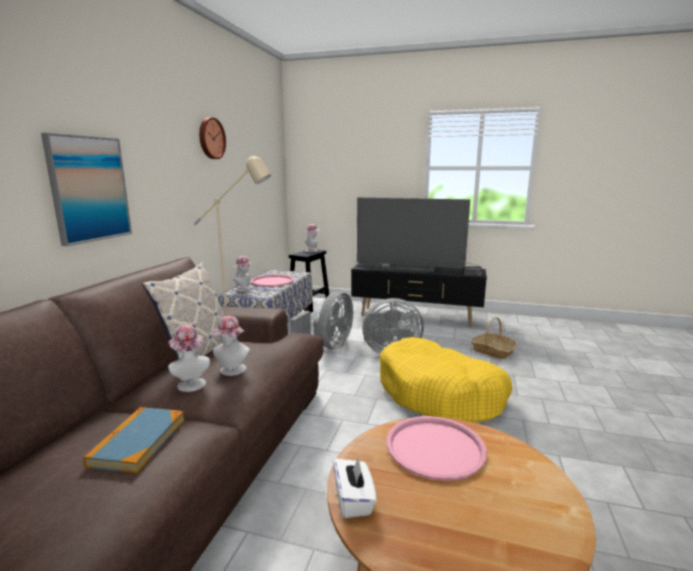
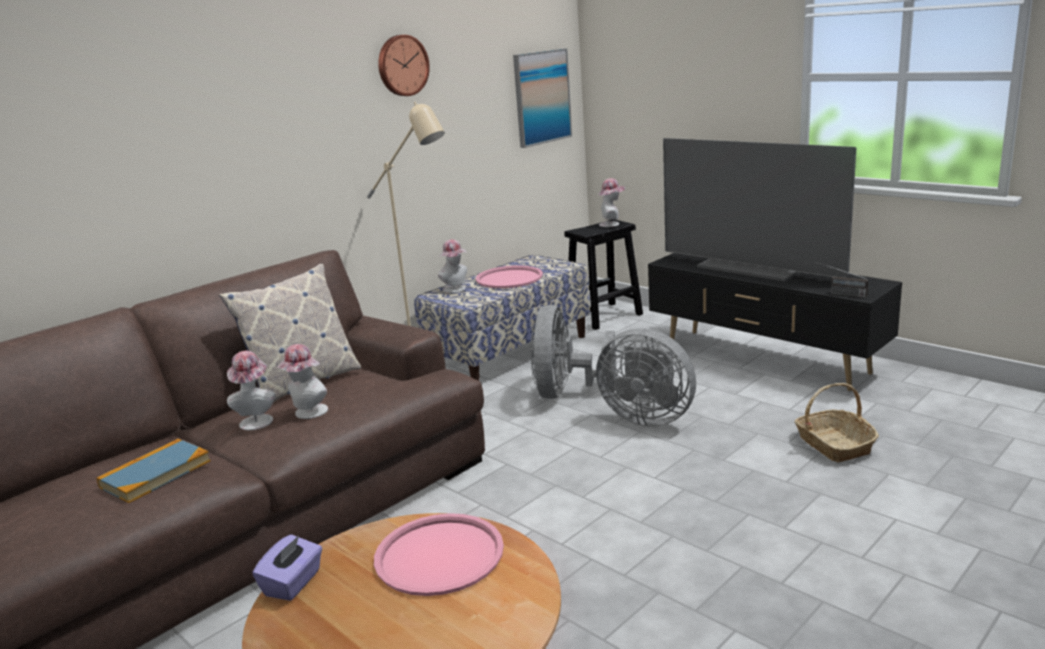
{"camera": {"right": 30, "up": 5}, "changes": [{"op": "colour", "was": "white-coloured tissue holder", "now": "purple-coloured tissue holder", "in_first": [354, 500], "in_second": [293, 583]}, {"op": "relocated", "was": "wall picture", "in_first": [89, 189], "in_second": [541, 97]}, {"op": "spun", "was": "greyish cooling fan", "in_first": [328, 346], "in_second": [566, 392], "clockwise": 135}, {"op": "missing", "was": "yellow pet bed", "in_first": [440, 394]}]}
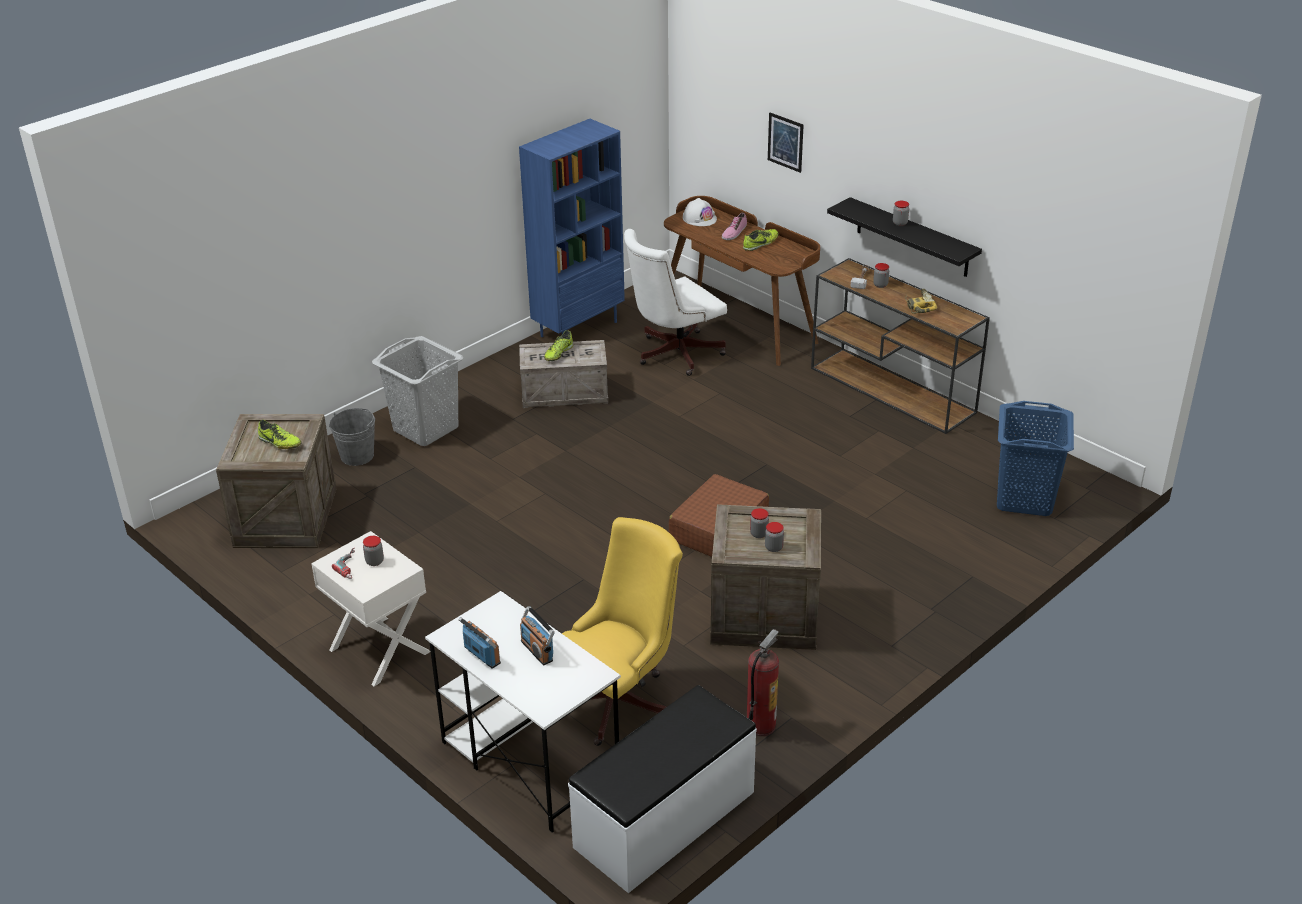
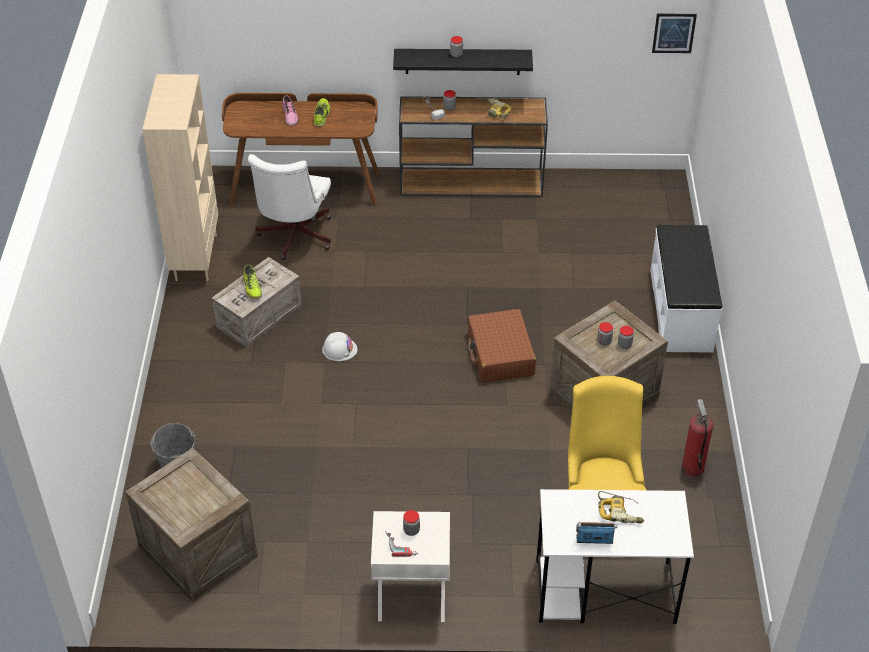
{"camera": {"right": -45, "up": 10}, "changes": [{"op": "colour", "was": "bluish bookcase", "now": "beige bookcase", "in_first": [578, 328], "in_second": [195, 257]}, {"op": "relocated", "was": "white-coloured hard hat", "in_first": [699, 218], "in_second": [339, 349]}, {"op": "exchanged", "was": "radio set", "now": "power drill", "in_first": [537, 650], "in_second": [620, 511]}, {"op": "relocated", "was": "white-coloured long seat", "in_first": [666, 820], "in_second": [681, 310]}, {"op": "relocated", "was": "wall picture", "in_first": [785, 142], "in_second": [674, 33]}, {"op": "missing", "was": "shoe", "in_first": [280, 443]}, {"op": "missing", "was": "greyish washing basket", "in_first": [425, 428]}, {"op": "missing", "was": "bluish washing basket", "in_first": [1023, 499]}]}
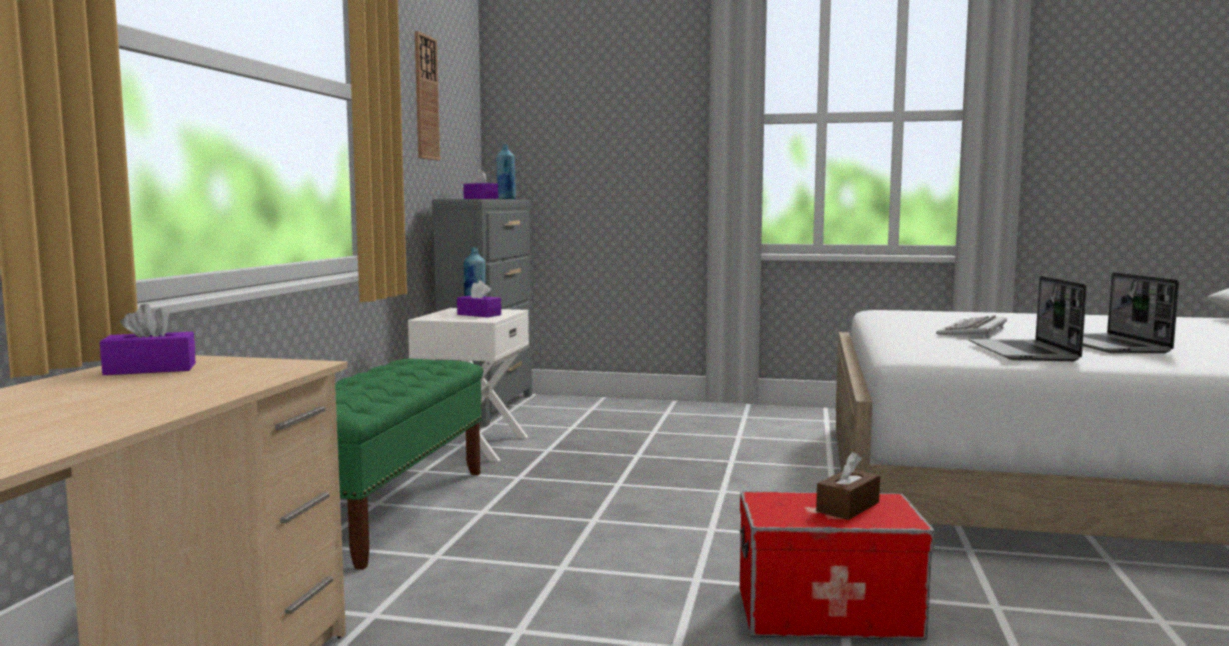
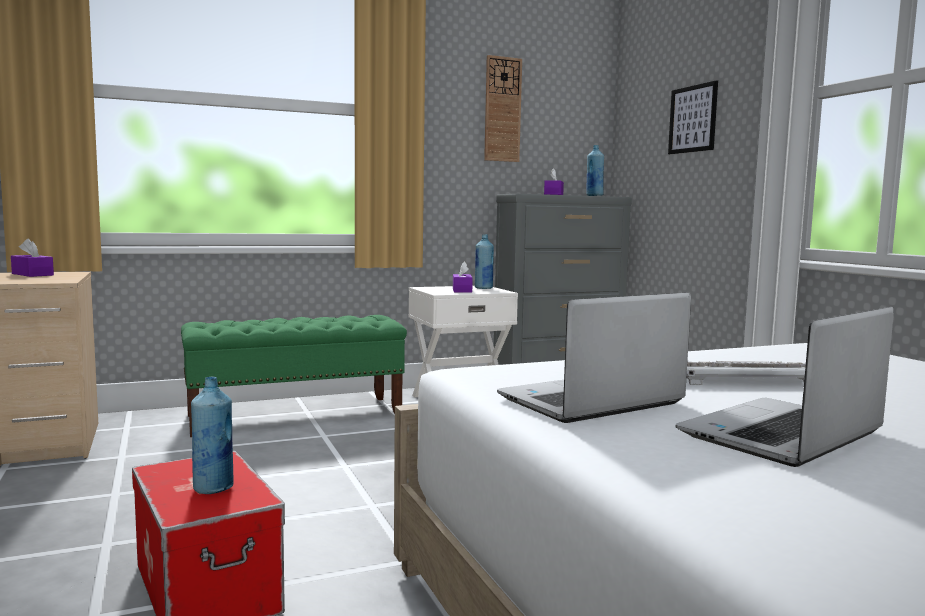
{"camera": {"right": 55, "up": 0}, "changes": [{"op": "exchanged", "was": "brown tissue holder", "now": "bluish beverage bottle", "in_first": [848, 507], "in_second": [213, 488]}, {"op": "appeared", "now": "wall picture", "in_second": [692, 119]}]}
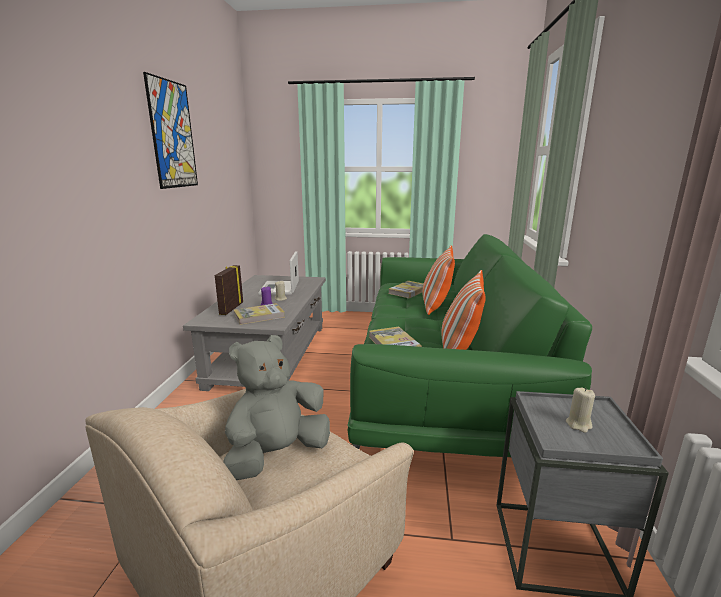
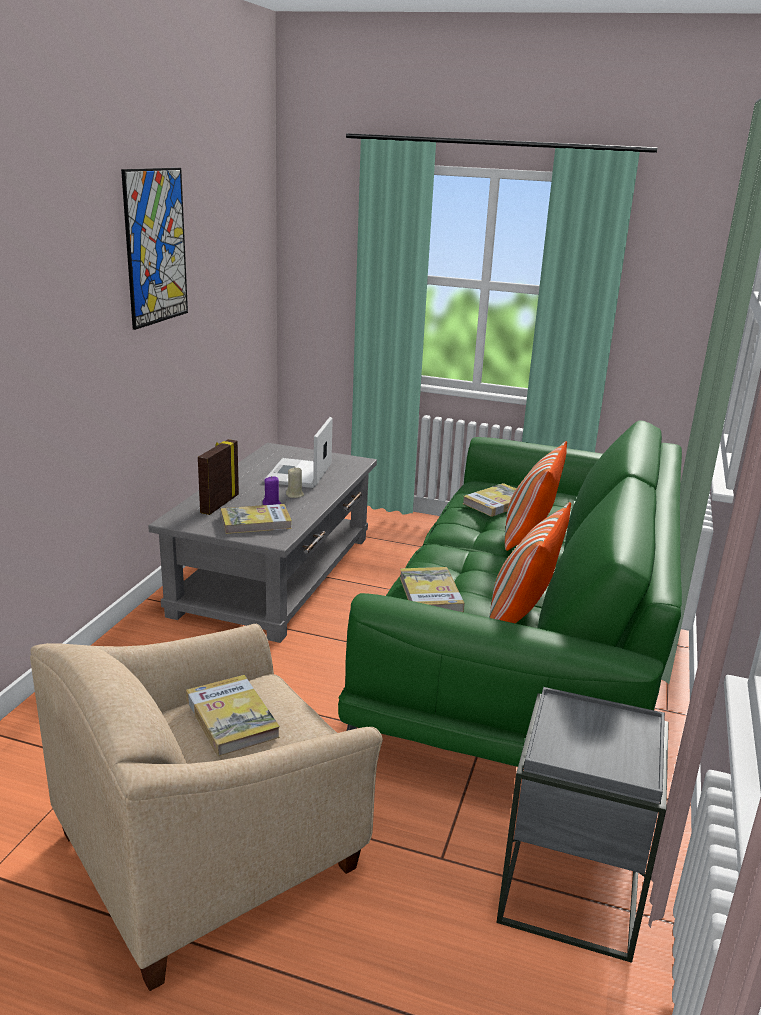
{"camera": {"right": 10, "up": 5}, "changes": [{"op": "exchanged", "was": "greyish cuddly toy", "now": "volume", "in_first": [277, 454], "in_second": [231, 718]}, {"op": "missing", "was": "beige wax light", "in_first": [578, 424]}]}
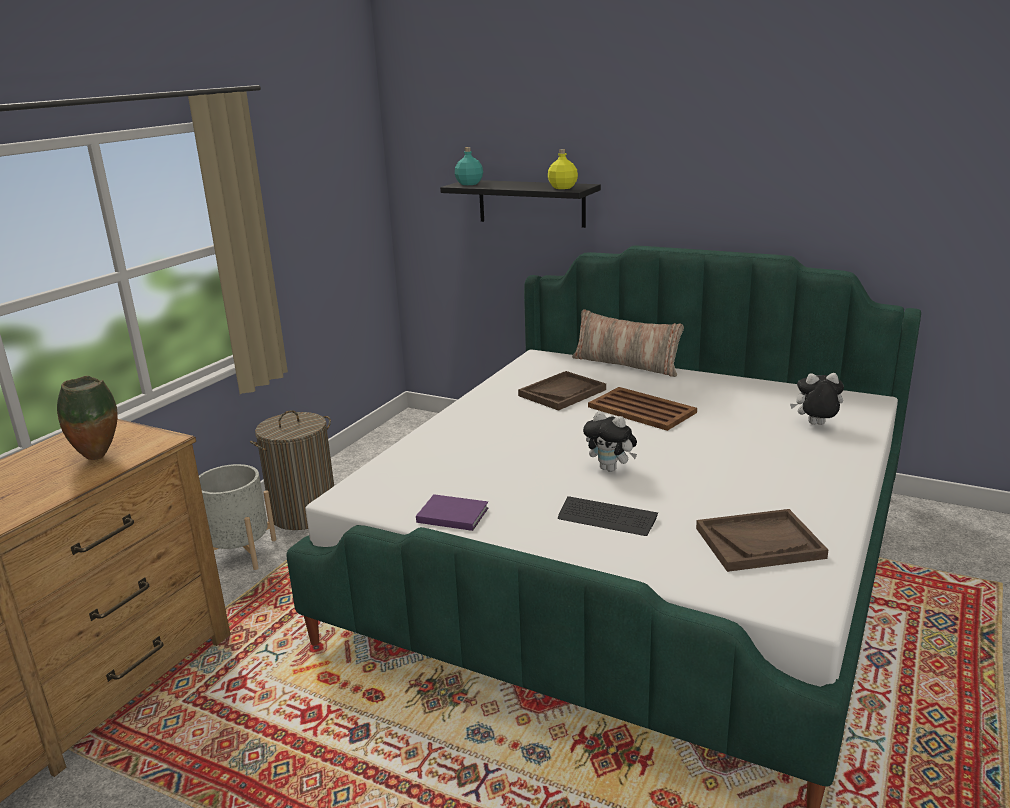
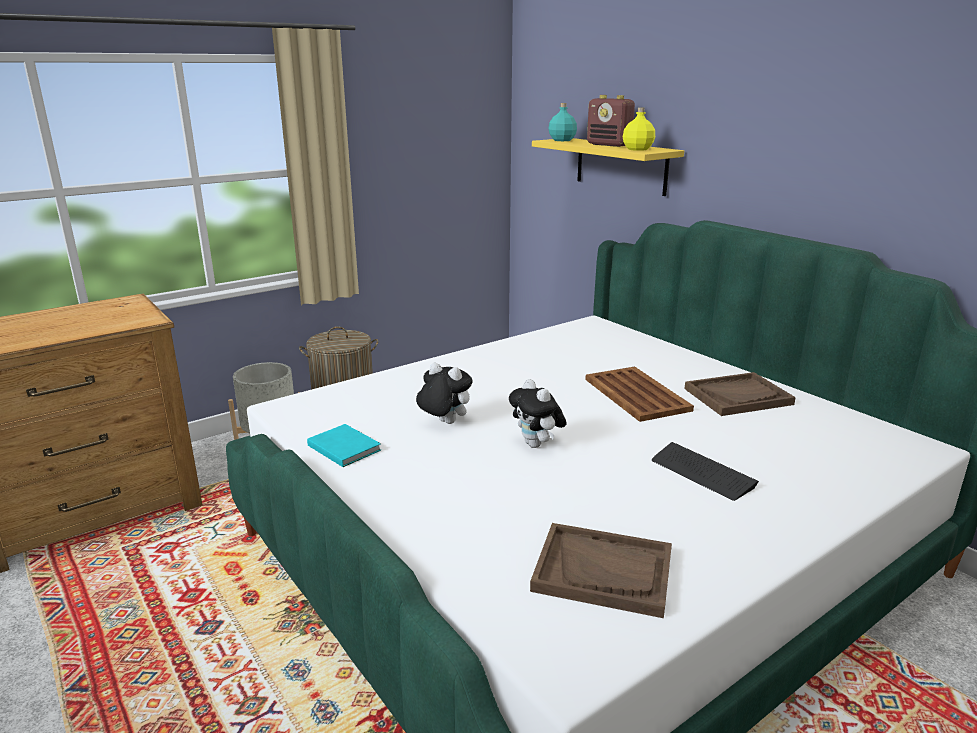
{"camera": {"right": 25, "up": 0}, "changes": [{"op": "colour", "was": "purple-coloured volume", "now": "turquoise volume", "in_first": [451, 514], "in_second": [344, 447]}, {"op": "relocated", "was": "cuddly toy", "in_first": [815, 425], "in_second": [444, 423]}, {"op": "colour", "was": "black-coloured bracket shelf", "now": "yellow bracket shelf", "in_first": [531, 203], "in_second": [621, 166]}, {"op": "appeared", "now": "radio set", "in_second": [609, 145]}, {"op": "relocated", "was": "keyboard", "in_first": [607, 518], "in_second": [702, 473]}, {"op": "relocated", "was": "brown carrying tray", "in_first": [562, 393], "in_second": [738, 396]}, {"op": "missing", "was": "flower vase", "in_first": [99, 457]}, {"op": "missing", "was": "cushion", "in_first": [626, 364]}]}
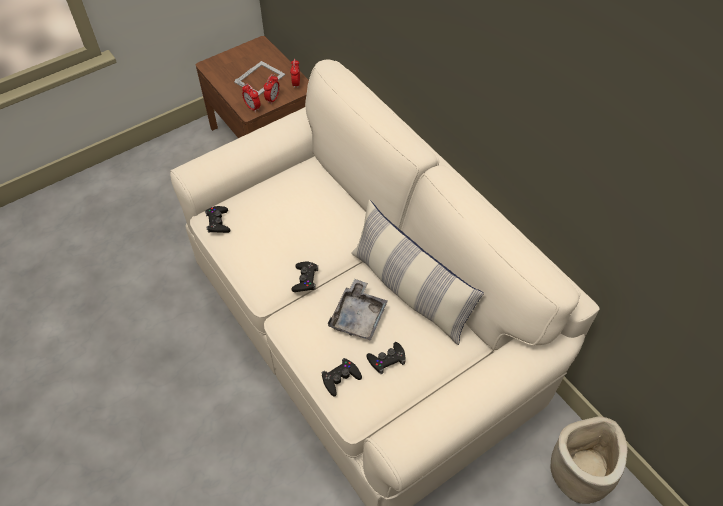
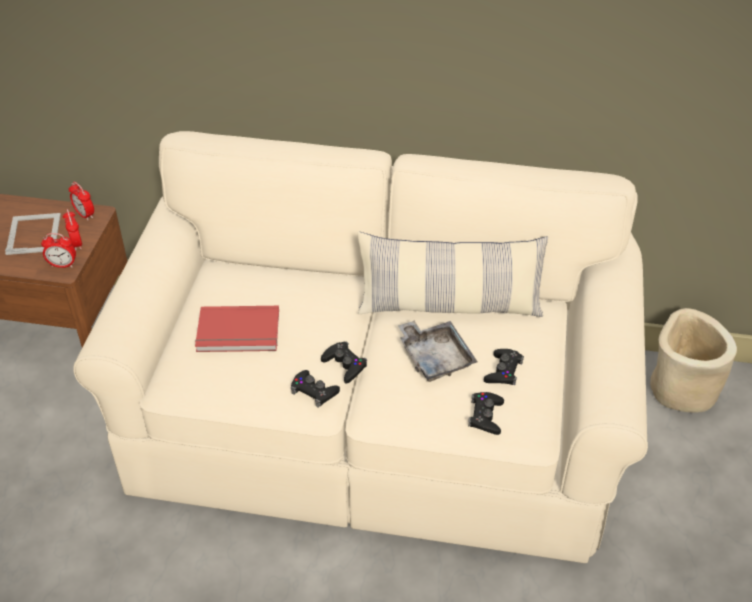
{"camera": {"right": -45, "up": -10}, "changes": [{"op": "appeared", "now": "red volume", "in_second": [238, 333]}, {"op": "relocated", "was": "black-coloured joypad", "in_first": [218, 222], "in_second": [314, 391]}]}
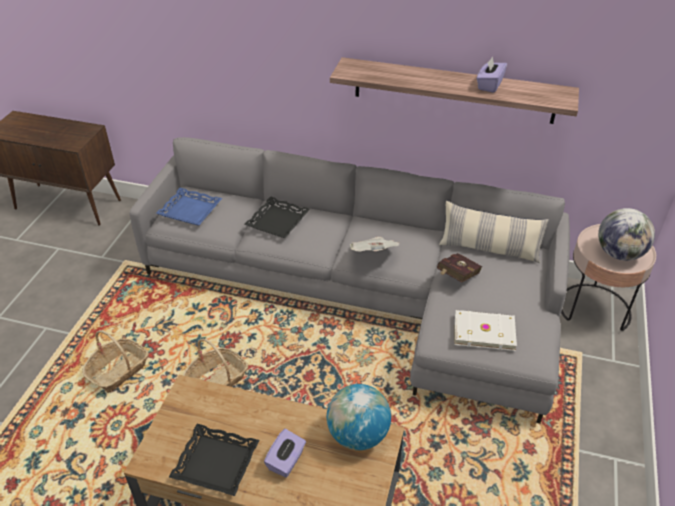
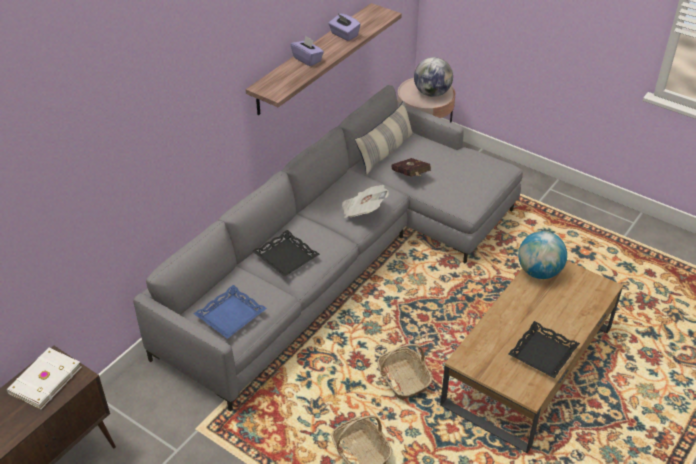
{"camera": {"right": -70, "up": 0}, "changes": [{"op": "relocated", "was": "white-coloured volume", "in_first": [483, 331], "in_second": [44, 380]}, {"op": "relocated", "was": "purple-coloured tissue holder", "in_first": [286, 461], "in_second": [307, 59]}]}
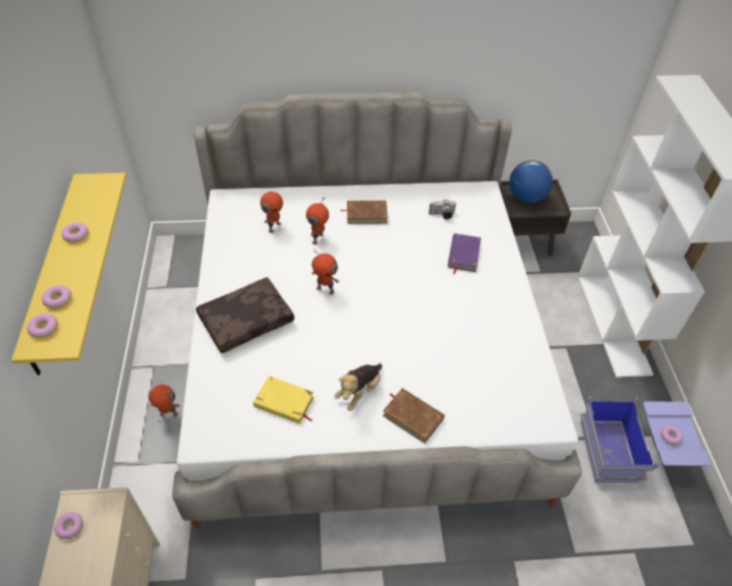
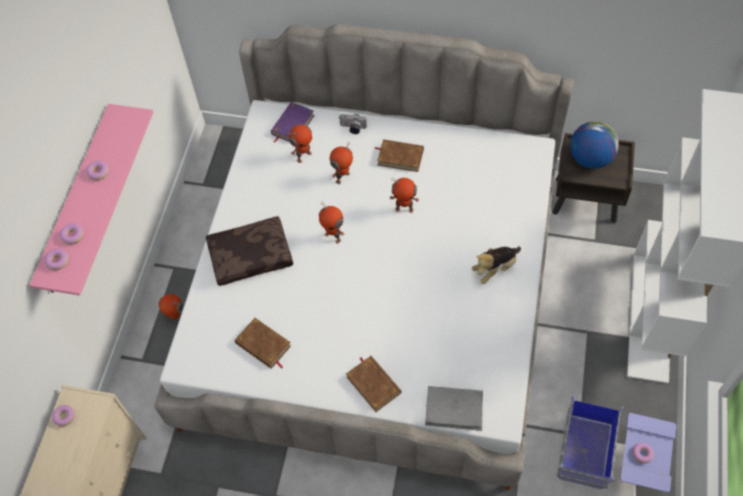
{"camera": {"right": 20, "up": 10}, "changes": [{"op": "colour", "was": "yellow bracket shelf", "now": "pink bracket shelf", "in_first": [54, 273], "in_second": [77, 201]}, {"op": "colour", "was": "yellow volume", "now": "brown volume", "in_first": [284, 402], "in_second": [263, 345]}, {"op": "relocated", "was": "purple-coloured volume", "in_first": [463, 255], "in_second": [292, 125]}, {"op": "relocated", "was": "still camera", "in_first": [442, 215], "in_second": [352, 128]}, {"op": "appeared", "now": "toy robot", "in_second": [404, 208]}, {"op": "appeared", "now": "greyish volume", "in_second": [454, 409]}, {"op": "relocated", "was": "cuddly toy", "in_first": [359, 391], "in_second": [495, 268]}]}
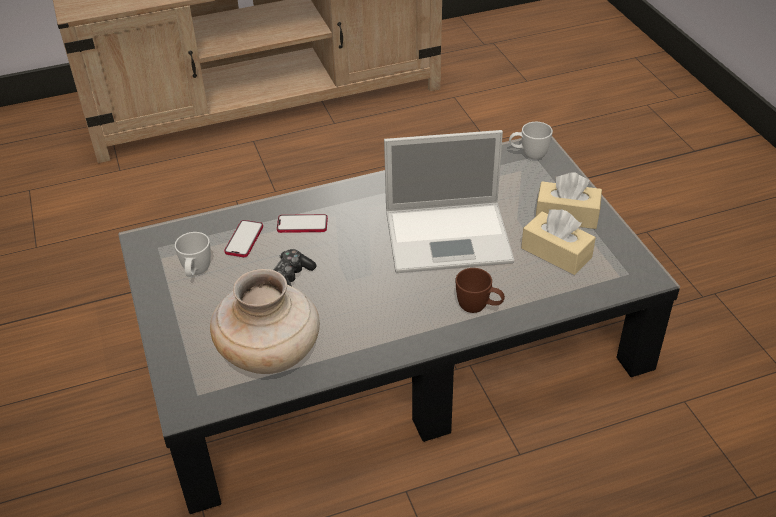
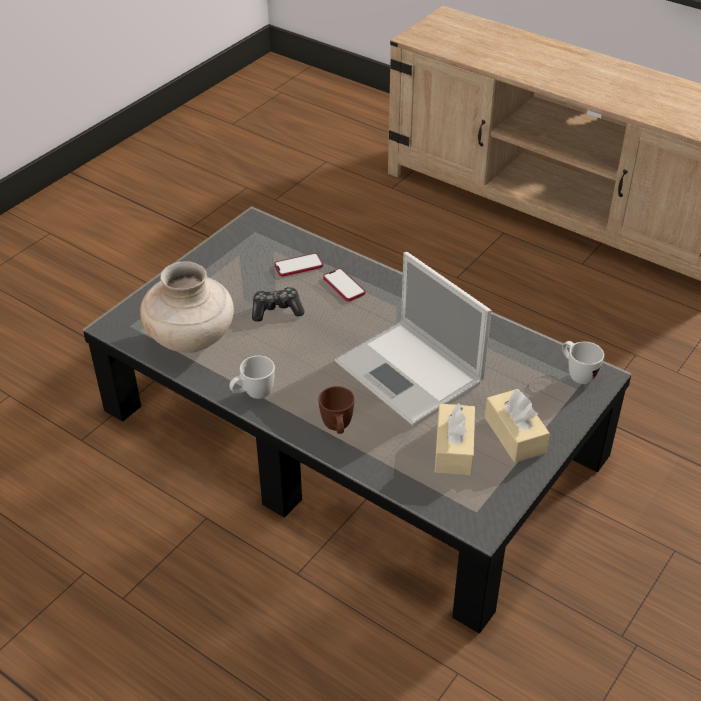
{"camera": {"right": 55, "up": 0}, "changes": [{"op": "relocated", "was": "white-coloured mug", "in_first": [196, 273], "in_second": [253, 395]}]}
